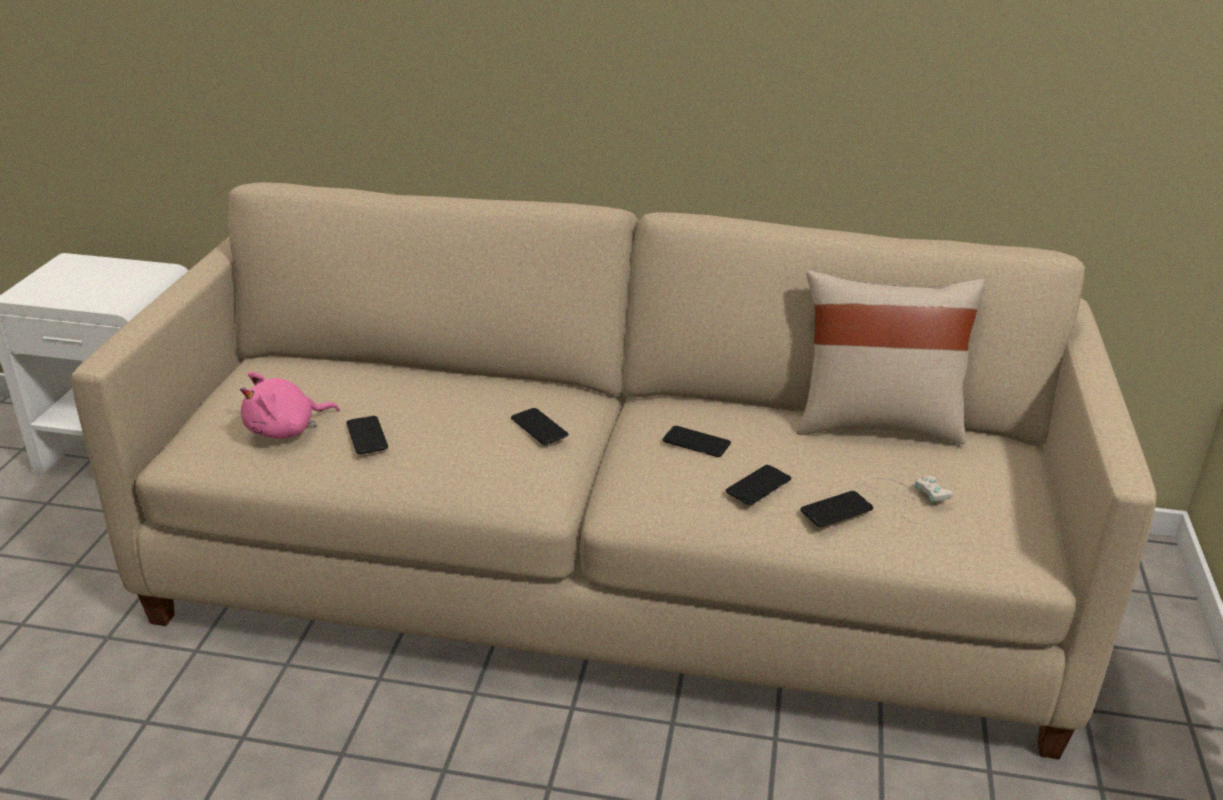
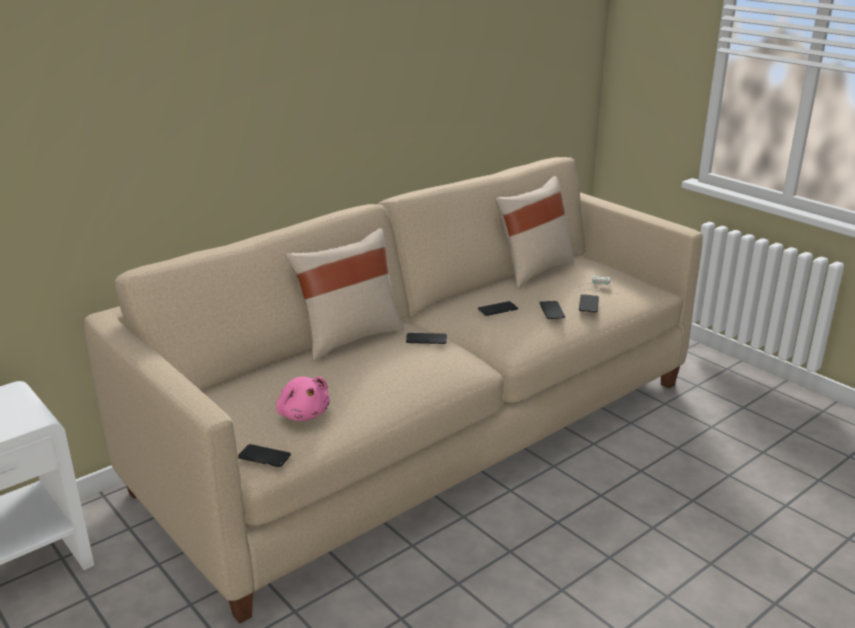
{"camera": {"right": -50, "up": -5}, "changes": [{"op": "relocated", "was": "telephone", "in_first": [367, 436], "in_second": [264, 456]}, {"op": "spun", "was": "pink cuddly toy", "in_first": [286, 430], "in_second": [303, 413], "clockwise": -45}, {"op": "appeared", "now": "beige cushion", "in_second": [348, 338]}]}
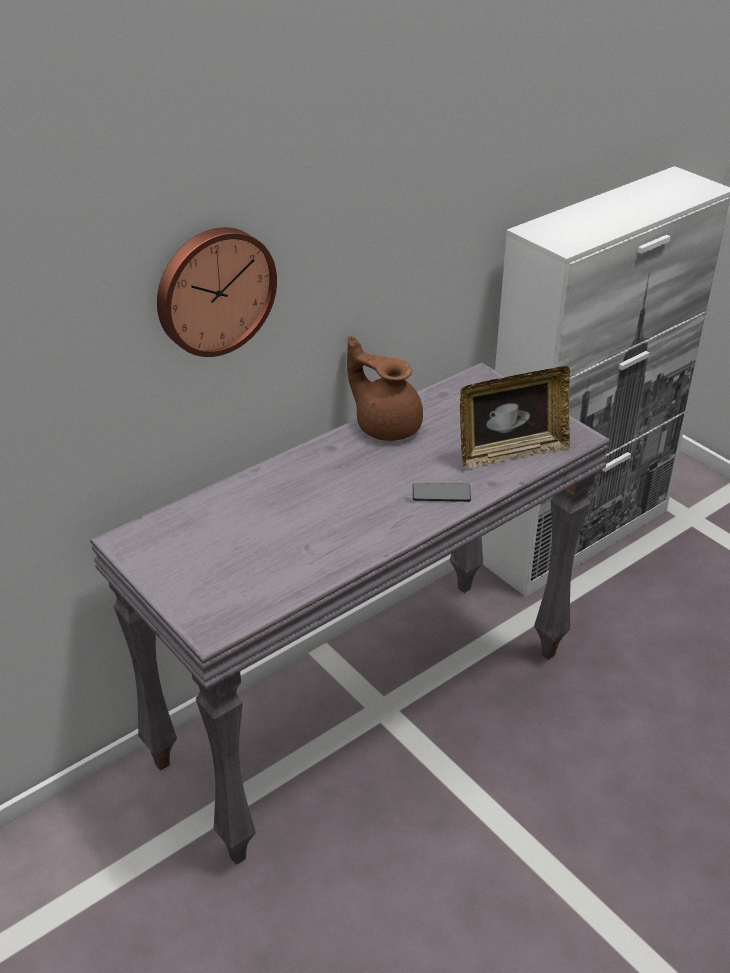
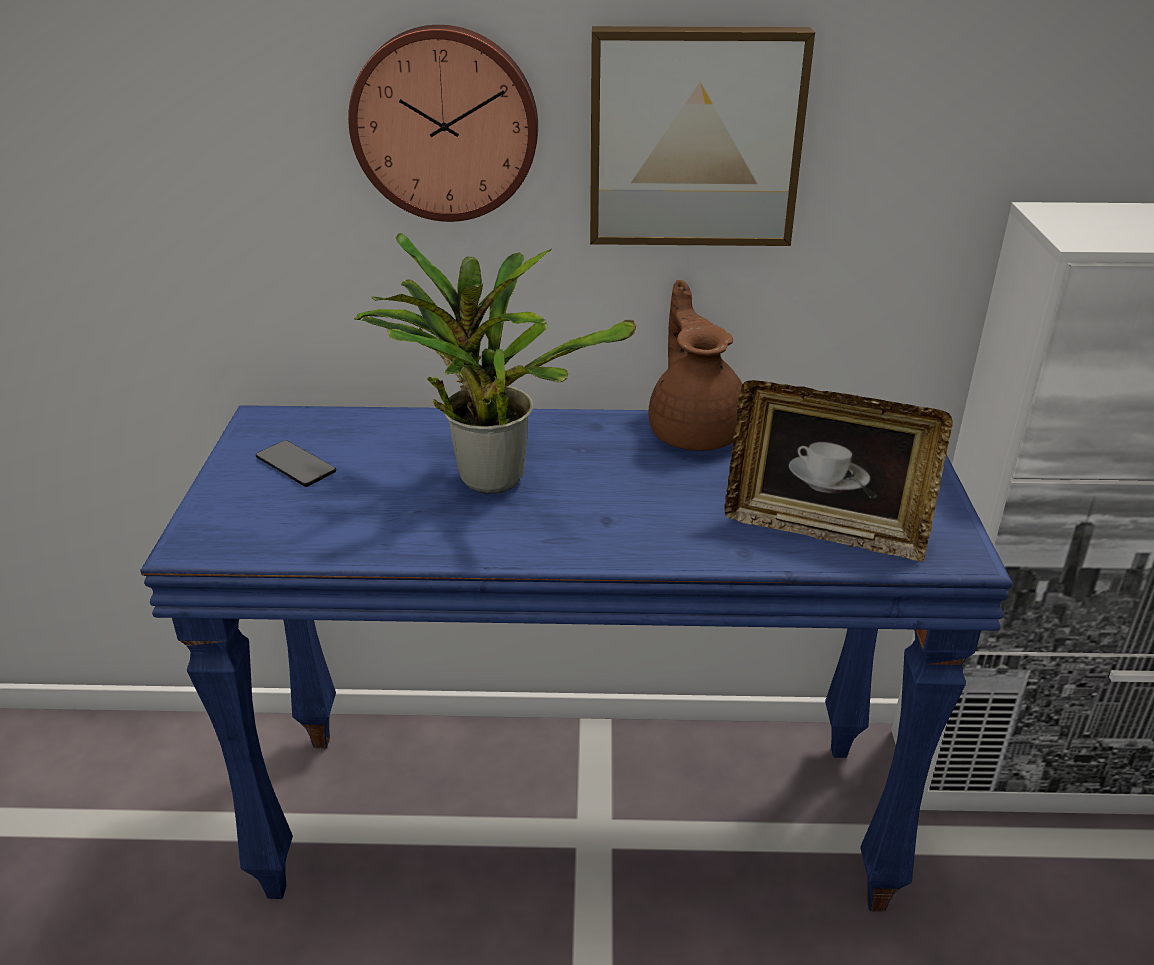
{"camera": {"right": 40, "up": -5}, "changes": [{"op": "colour", "was": "greyish narrow table", "now": "bluish narrow table", "in_first": [364, 704], "in_second": [579, 814]}, {"op": "relocated", "was": "telephone", "in_first": [441, 493], "in_second": [295, 465]}, {"op": "appeared", "now": "potted plant", "in_second": [486, 475]}, {"op": "appeared", "now": "wall picture", "in_second": [694, 137]}]}
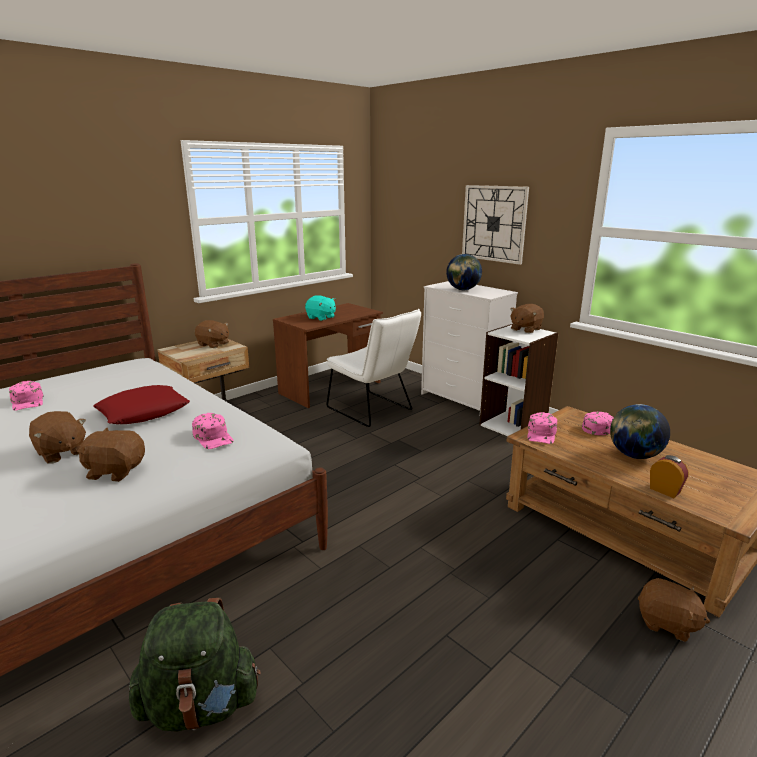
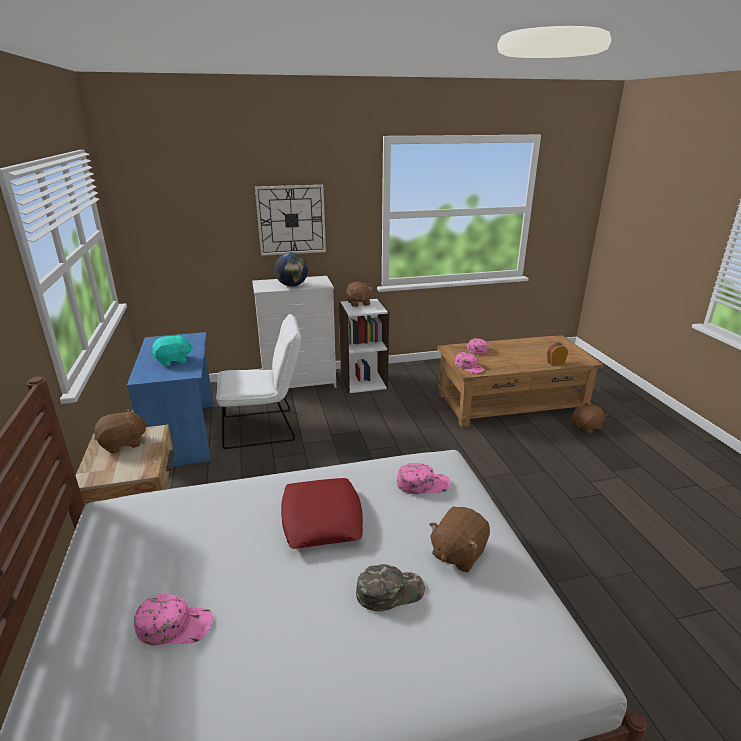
{"camera": {"right": -60, "up": 5}, "changes": [{"op": "colour", "was": "brown desk unit", "now": "bluish desk unit", "in_first": [331, 388], "in_second": [185, 433]}, {"op": "exchanged", "was": "brown cuddly toy", "now": "green-coloured peaked cap", "in_first": [61, 452], "in_second": [390, 591]}, {"op": "missing", "was": "green-coloured backpack", "in_first": [200, 705]}, {"op": "missing", "was": "globe", "in_first": [634, 455]}]}
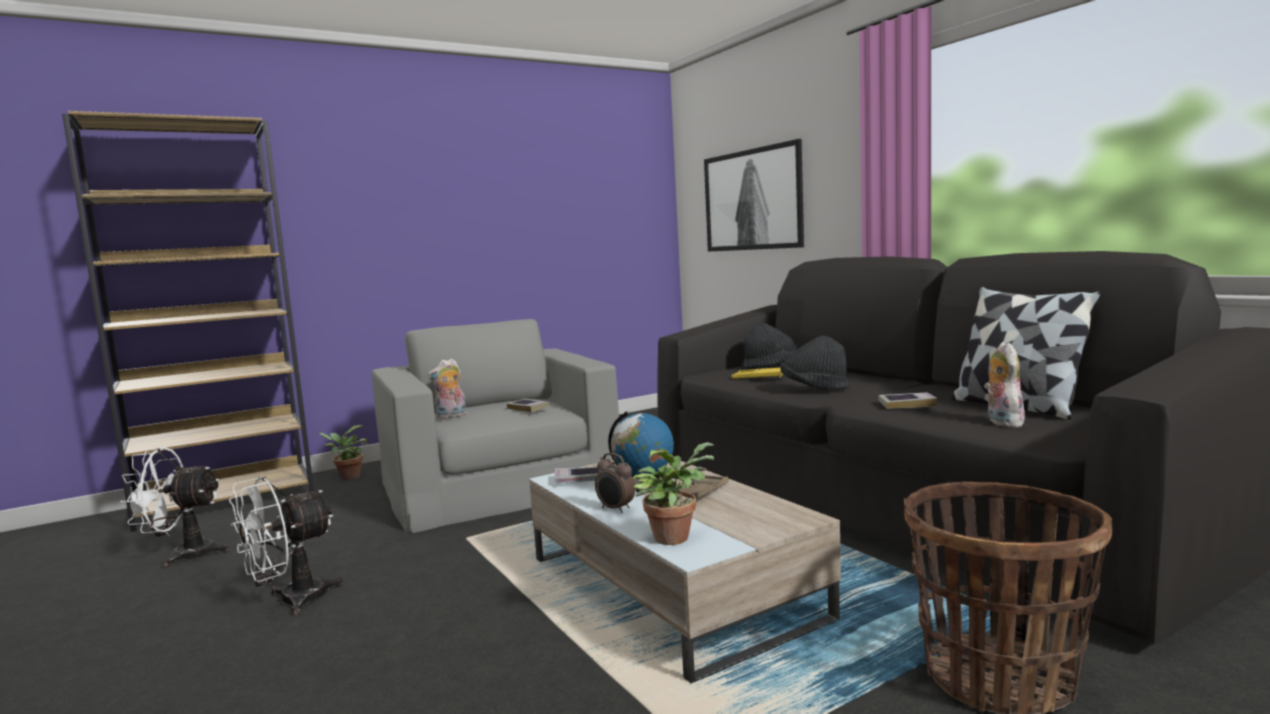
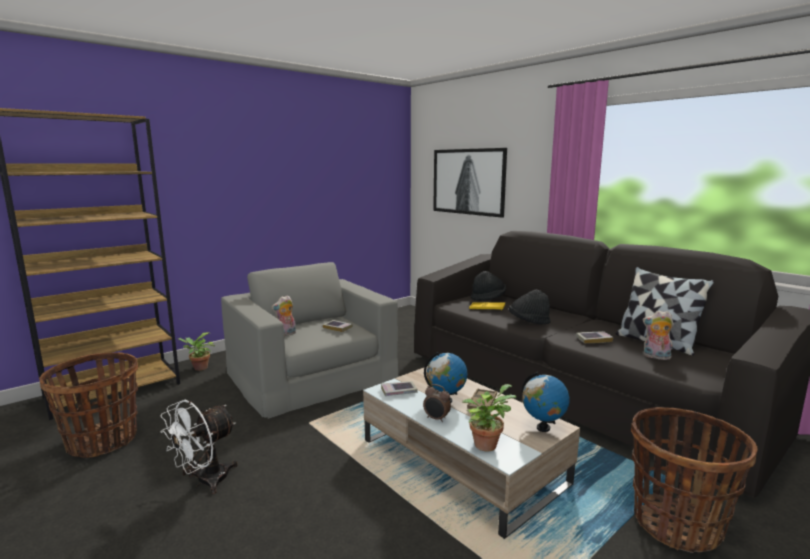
{"camera": {"right": -10, "up": 5}, "changes": [{"op": "exchanged", "was": "white-coloured cooling fan", "now": "household basket", "in_first": [183, 555], "in_second": [102, 441]}, {"op": "appeared", "now": "globe", "in_second": [543, 428]}, {"op": "spun", "was": "cuddly toy", "in_first": [1001, 422], "in_second": [655, 357], "clockwise": -60}]}
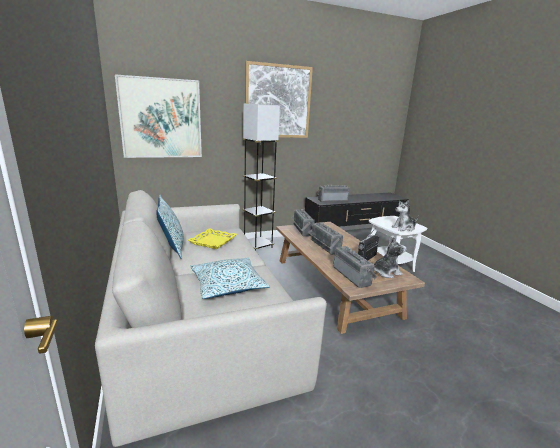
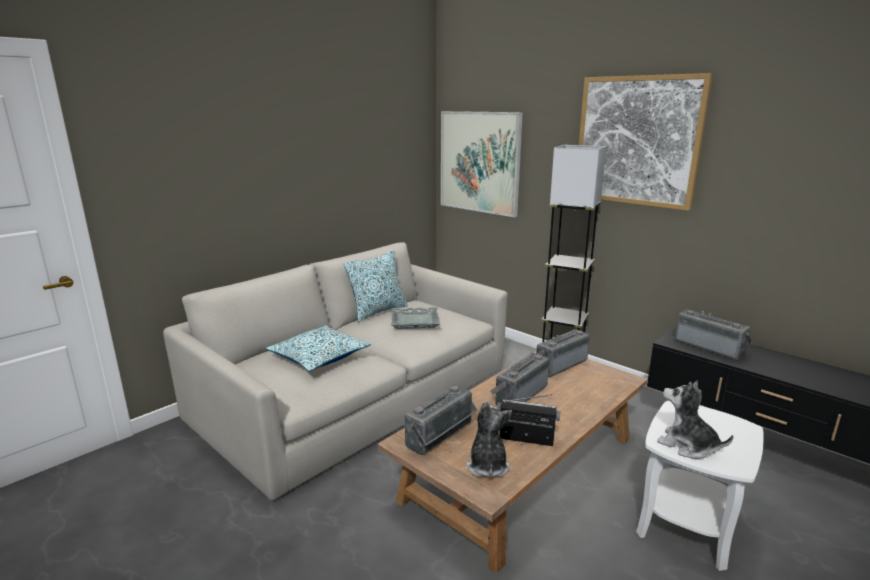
{"camera": {"right": 65, "up": 0}, "changes": [{"op": "colour", "was": "yellow carrying tray", "now": "greyish carrying tray", "in_first": [212, 241], "in_second": [415, 321]}, {"op": "spun", "was": "cuddly toy", "in_first": [386, 272], "in_second": [487, 465], "clockwise": -135}]}
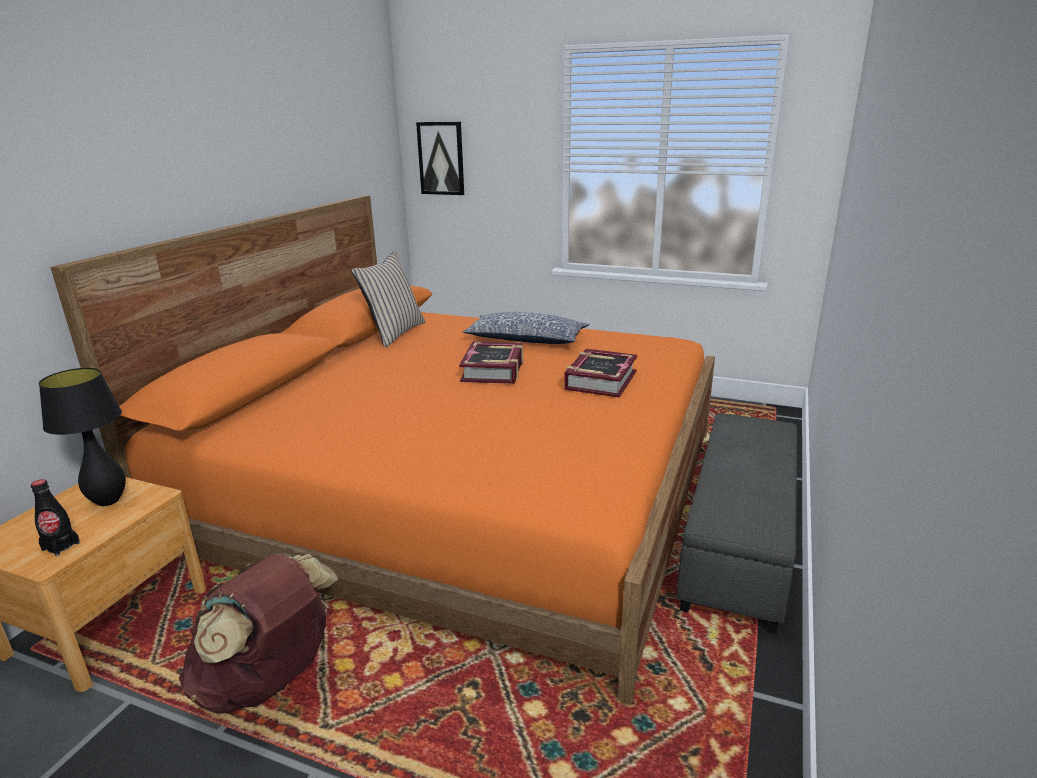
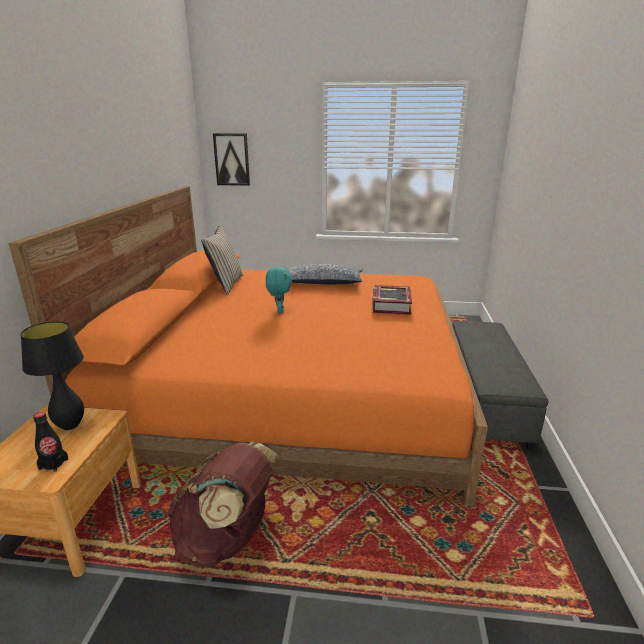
{"camera": {"right": -15, "up": 0}, "changes": [{"op": "appeared", "now": "turquoise cuddly toy", "in_second": [279, 311]}, {"op": "missing", "was": "volume", "in_first": [493, 370]}]}
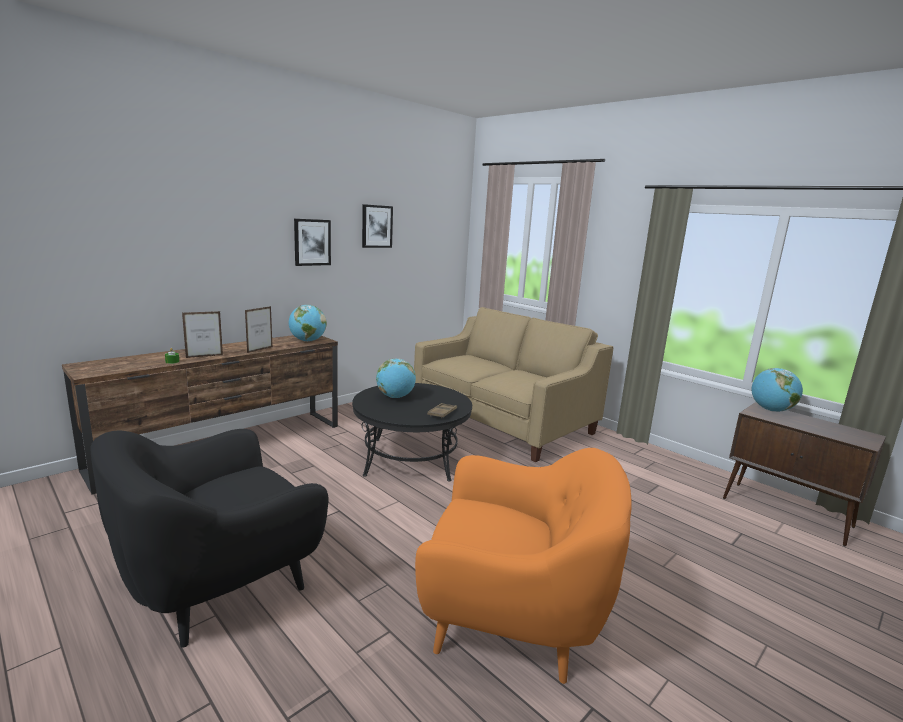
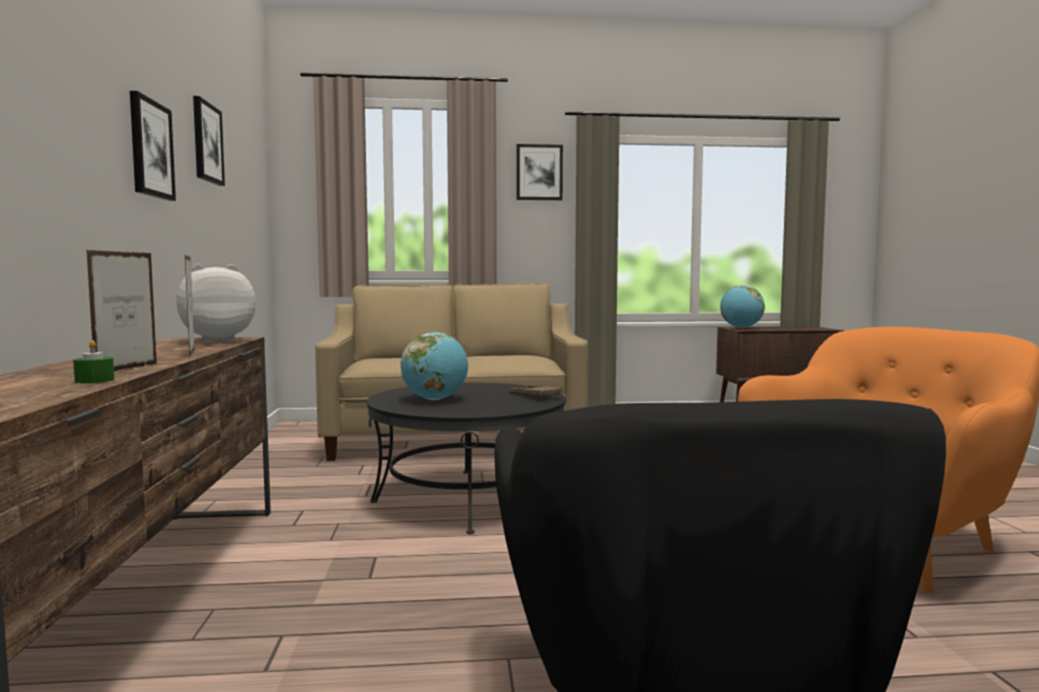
{"camera": {"right": -50, "up": -10}, "changes": [{"op": "exchanged", "was": "globe", "now": "cuddly toy", "in_first": [307, 341], "in_second": [216, 341]}, {"op": "appeared", "now": "wall picture", "in_second": [539, 172]}]}
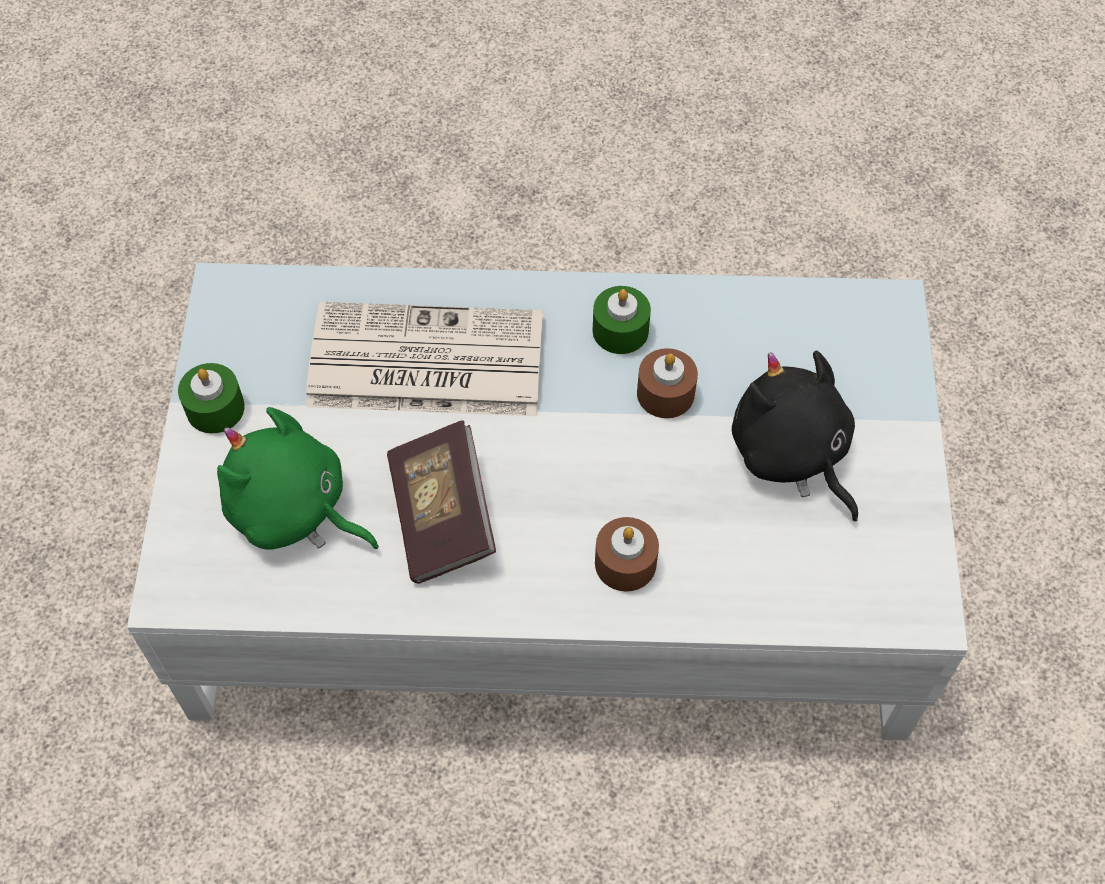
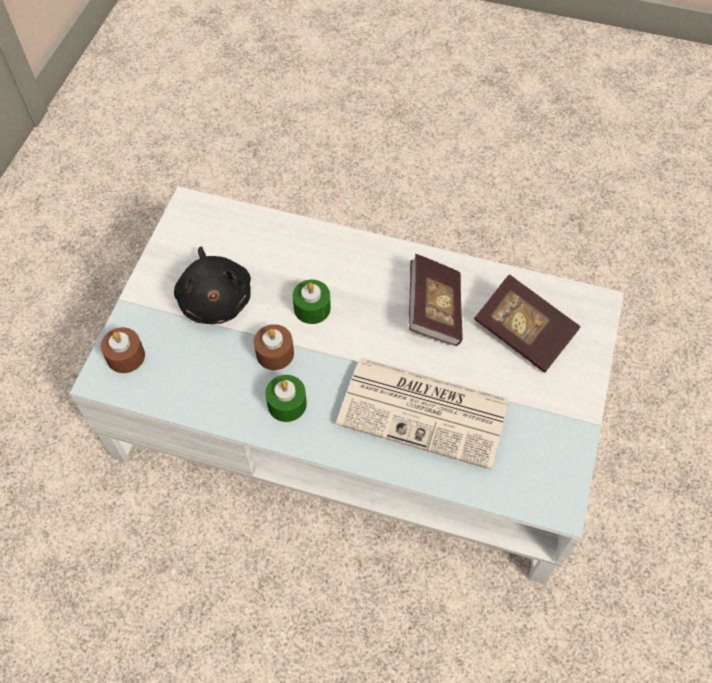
{"camera": {"right": -165, "up": 0}, "changes": [{"op": "relocated", "was": "brown wax light", "in_first": [625, 563], "in_second": [126, 356]}, {"op": "relocated", "was": "green-coloured wax light", "in_first": [215, 408], "in_second": [312, 308]}, {"op": "exchanged", "was": "green-coloured cuddly toy", "now": "volume", "in_first": [294, 511], "in_second": [523, 333]}]}
